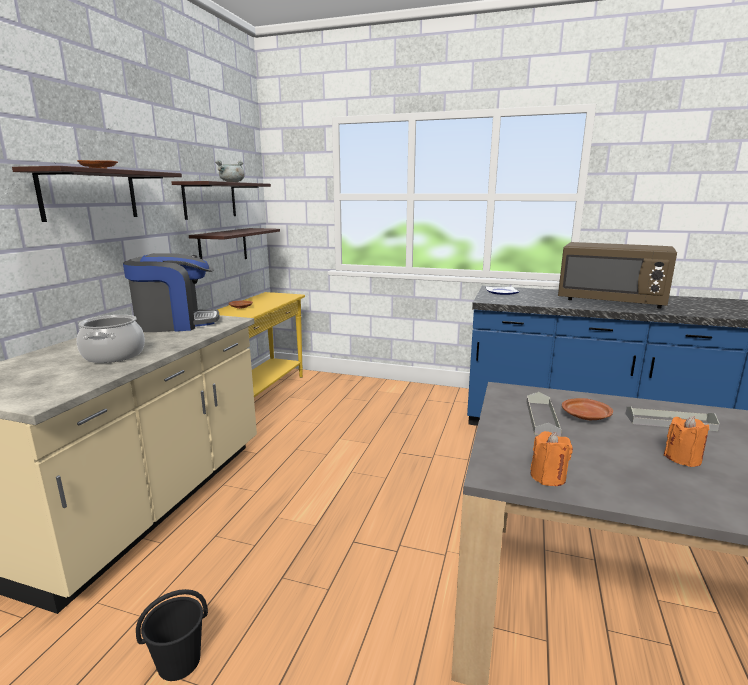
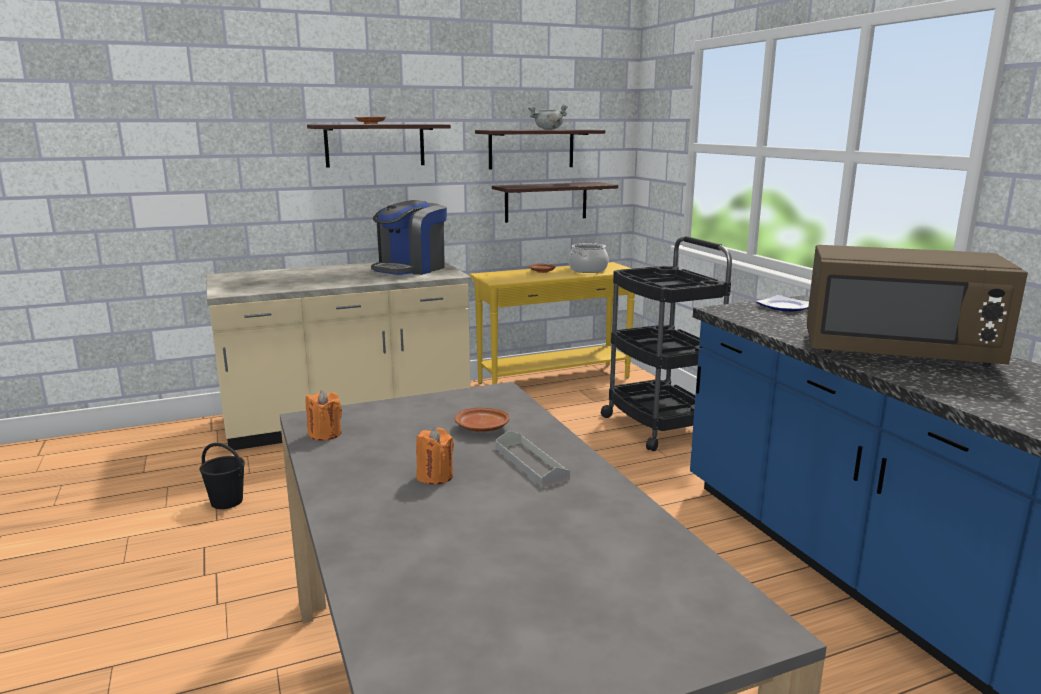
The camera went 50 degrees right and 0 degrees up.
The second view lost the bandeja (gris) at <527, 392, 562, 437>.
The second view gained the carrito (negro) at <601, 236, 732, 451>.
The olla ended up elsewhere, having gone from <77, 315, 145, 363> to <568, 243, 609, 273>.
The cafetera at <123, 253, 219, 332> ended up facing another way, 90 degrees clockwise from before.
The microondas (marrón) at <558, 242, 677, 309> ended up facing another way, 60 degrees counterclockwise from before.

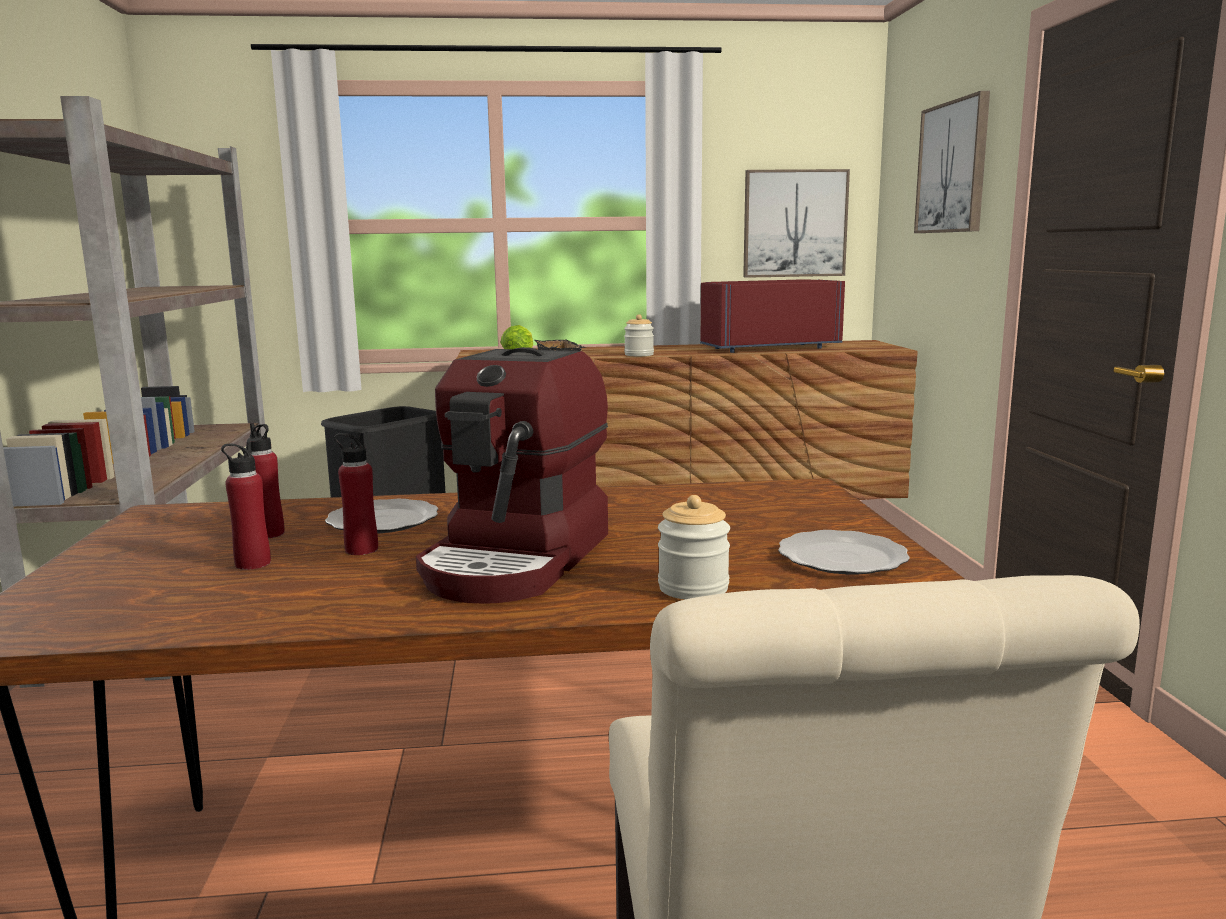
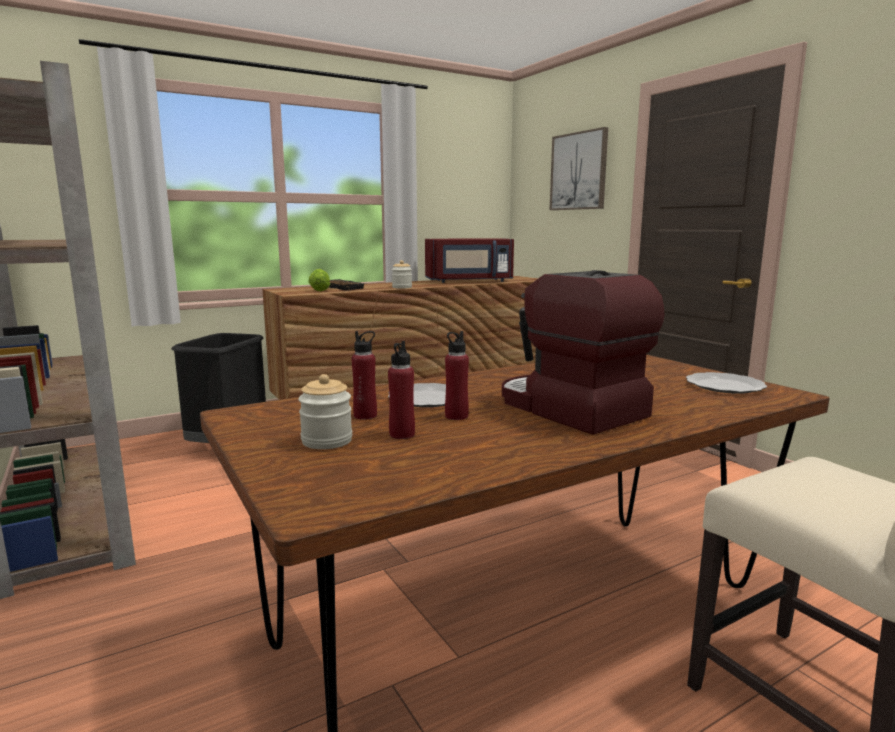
The camera went 25 degrees left and 0 degrees up.
The second view lost the cuadro at <743, 169, 850, 278>.
The tarro ended up elsewhere, having gone from <658, 495, 730, 600> to <298, 374, 352, 449>.
The cafetera at <416, 347, 608, 603> ended up facing another way, 150 degrees clockwise from before.
The microondas (rojo) at <700, 279, 845, 353> ended up facing another way, 150 degrees counterclockwise from before.

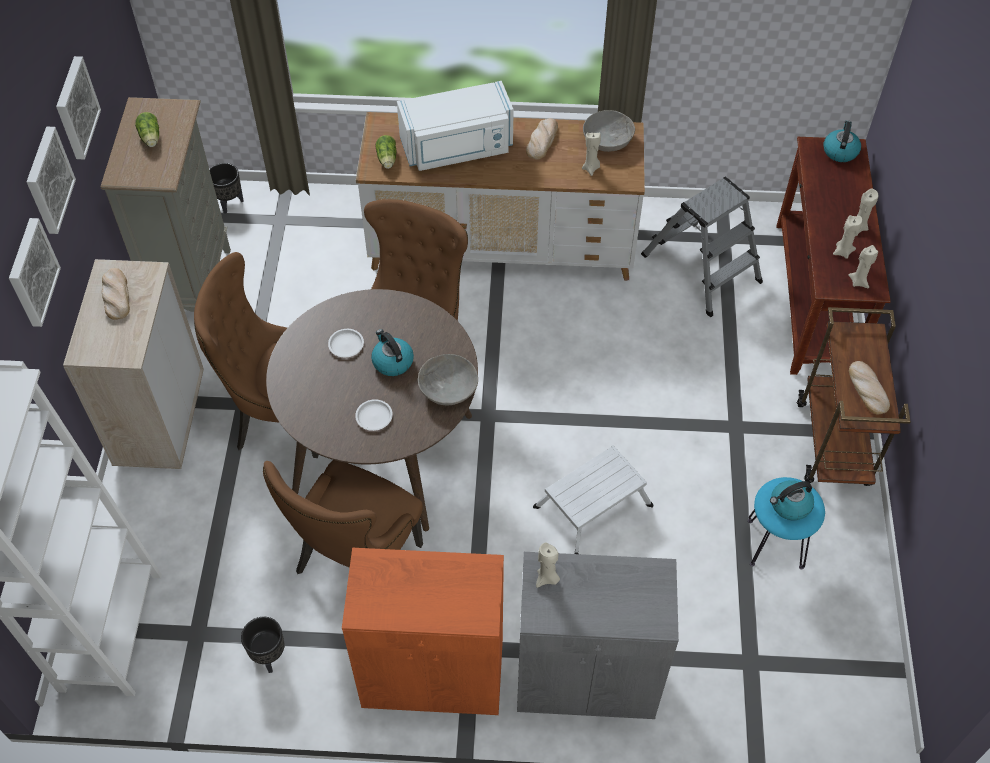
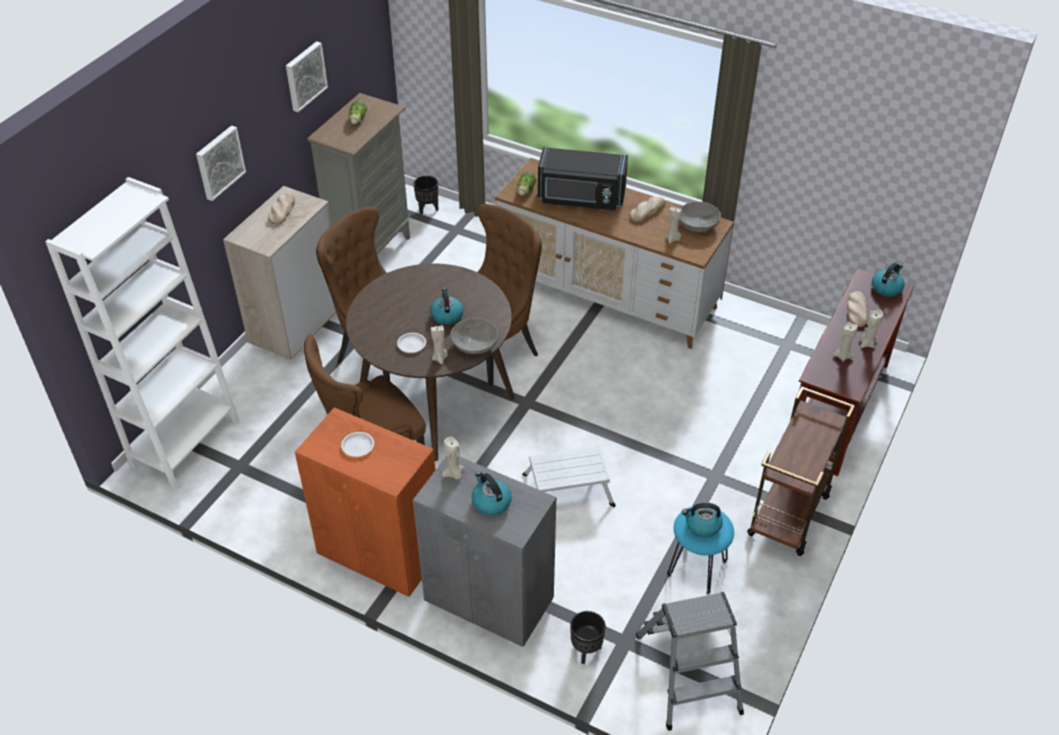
The camera went 25 degrees right and 10 degrees down.
The second view lost the cuadro at <27, 127, 76, 234>.
The second view gained the hervidor at <472, 471, 512, 516>.
The maceta (negro) ended up elsewhere, having gone from <241, 617, 285, 673> to <570, 611, 606, 664>.
The plato (blanco) ended up elsewhere, having gone from <328, 329, 364, 357> to <341, 432, 374, 457>.
The escalera de tijera (gris) ended up elsewhere, having gone from <641, 176, 763, 317> to <636, 592, 744, 731>.
The vela (beis) ended up elsewhere, having gone from <848, 245, 878, 288> to <431, 325, 448, 365>.
The pan ended up elsewhere, having gone from <849, 361, 890, 415> to <847, 291, 868, 327>.
What was the microondas (blanco) at <397, 81, 514, 171> turned into the microondas (negro) at <538, 147, 628, 210>.

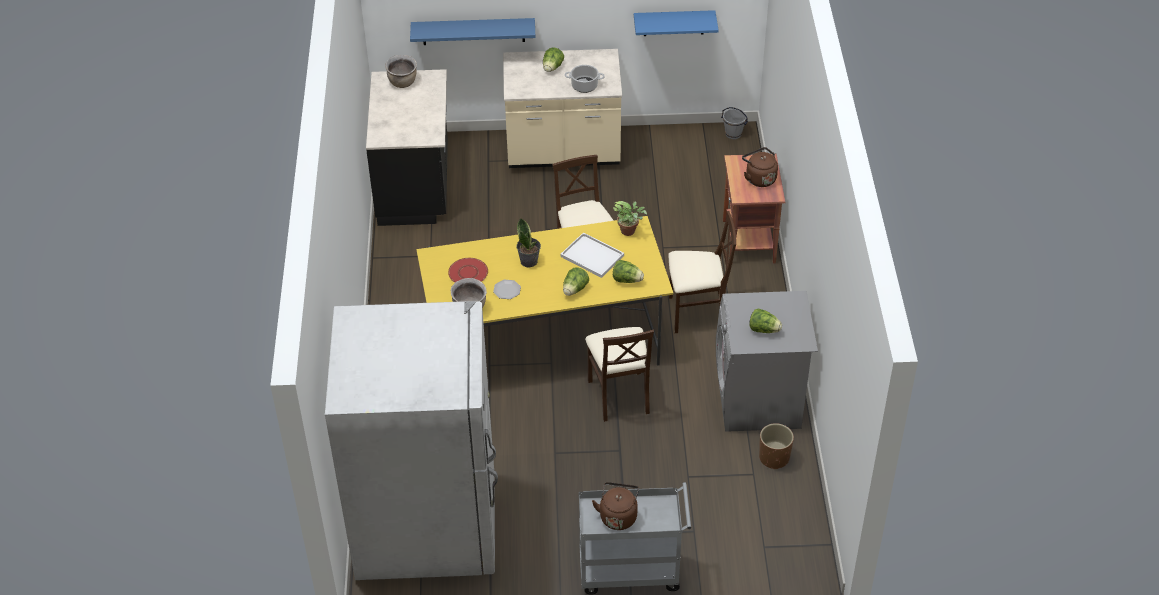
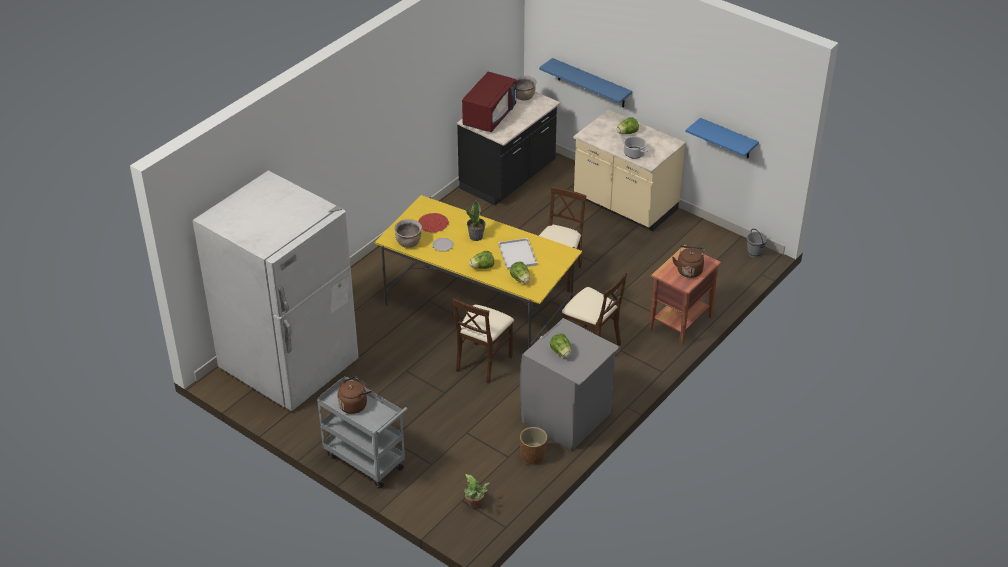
The camera went 40 degrees right and 5 degrees down.
The second view gained the microondas (rojo) at <462, 72, 516, 132>.
The planta en maceta ended up elsewhere, having gone from <613, 201, 647, 236> to <464, 474, 489, 508>.

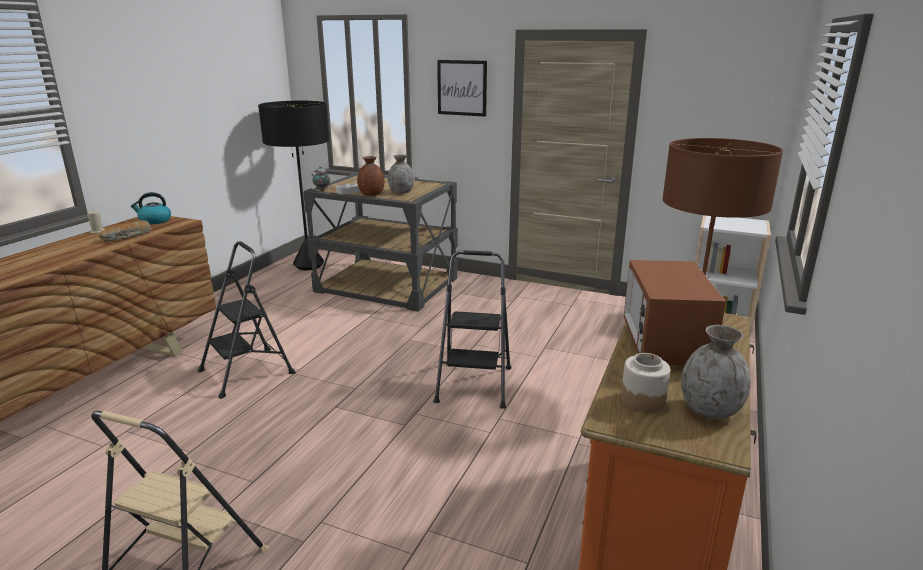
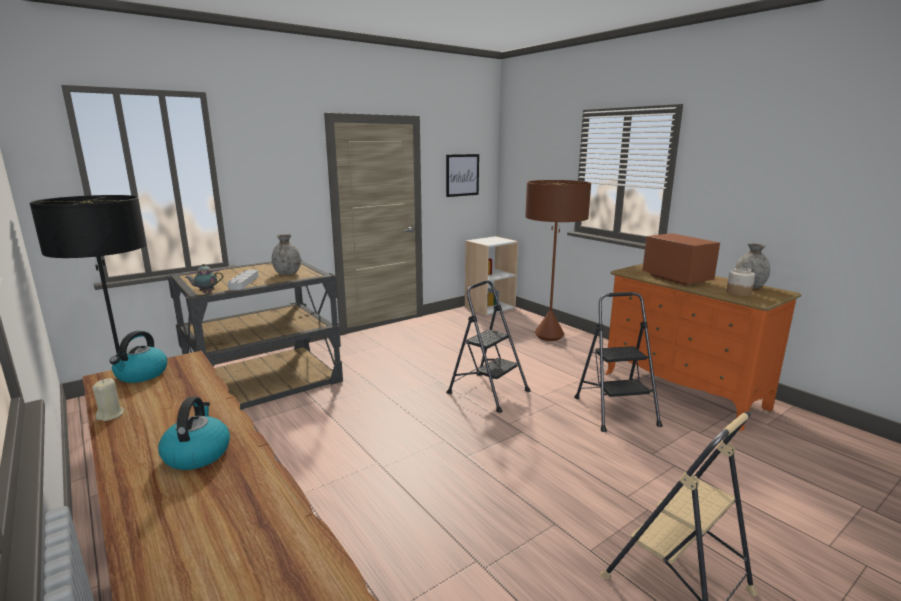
The camera went 60 degrees left and 5 degrees down.
The second view lost the pan at <99, 220, 151, 241>.
The second view lost the florero (marrón) at <357, 156, 384, 196>.
The second view gained the hervidor at <158, 397, 230, 470>.
The escalera de tijera (negro) ended up elsewhere, having gone from <197, 241, 296, 399> to <574, 292, 663, 432>.
The cuadro ended up elsewhere, having gone from <437, 60, 487, 117> to <446, 154, 479, 197>.
The microondas at <624, 260, 726, 366> ended up facing another way, 150 degrees counterclockwise from before.

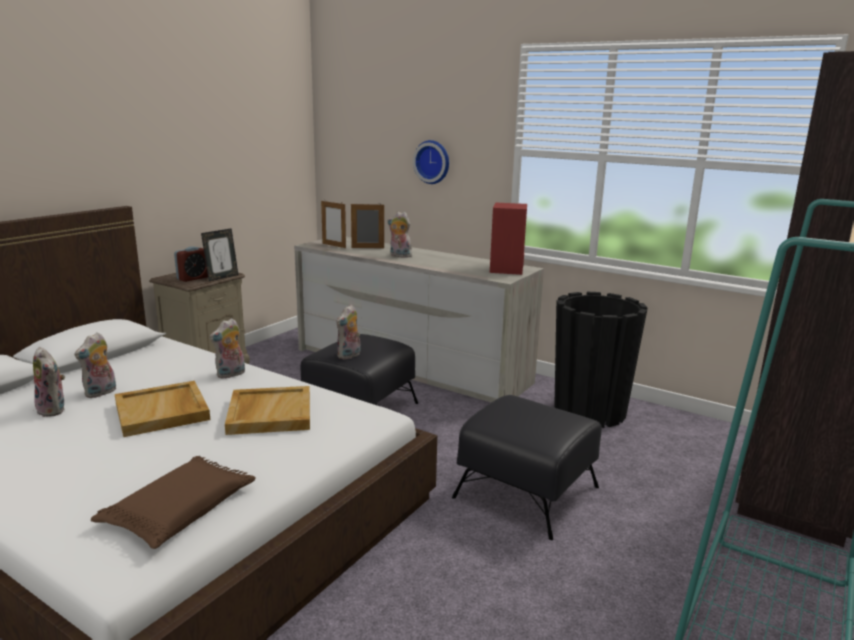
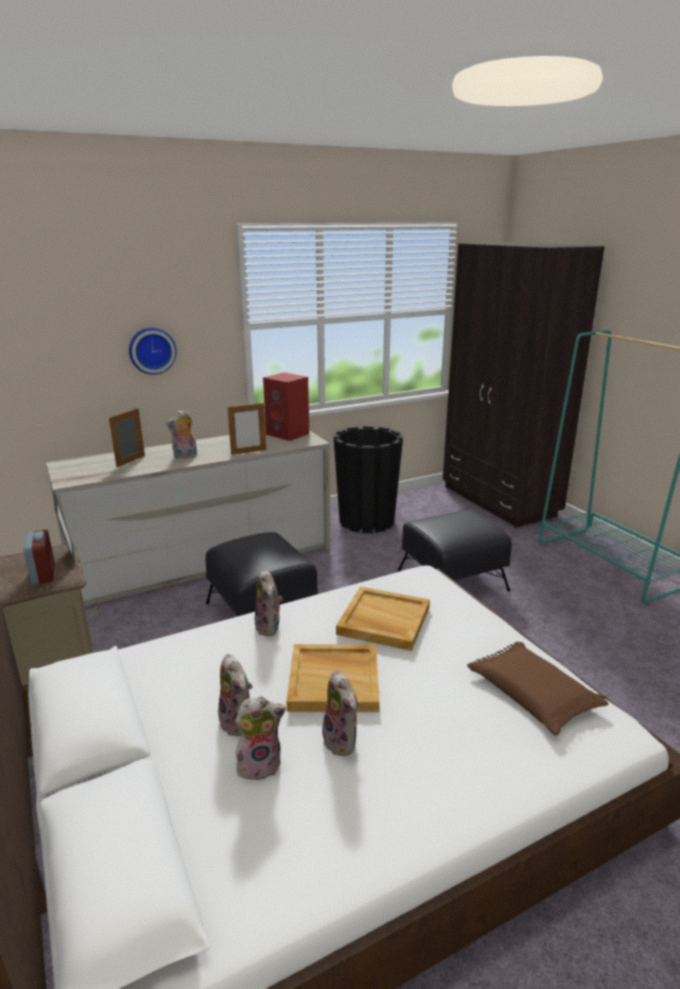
The camera went 60 degrees left and 5 degrees up.
The portarretratos ended up elsewhere, having gone from <321, 201, 346, 248> to <227, 403, 266, 455>.
The peluche ended up elsewhere, having gone from <337, 305, 361, 360> to <320, 670, 359, 756>.

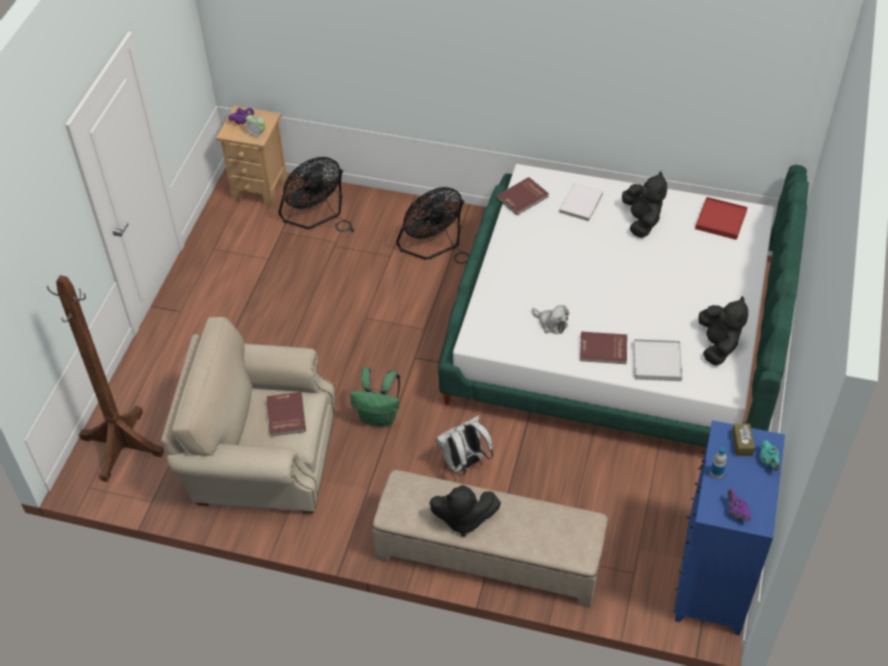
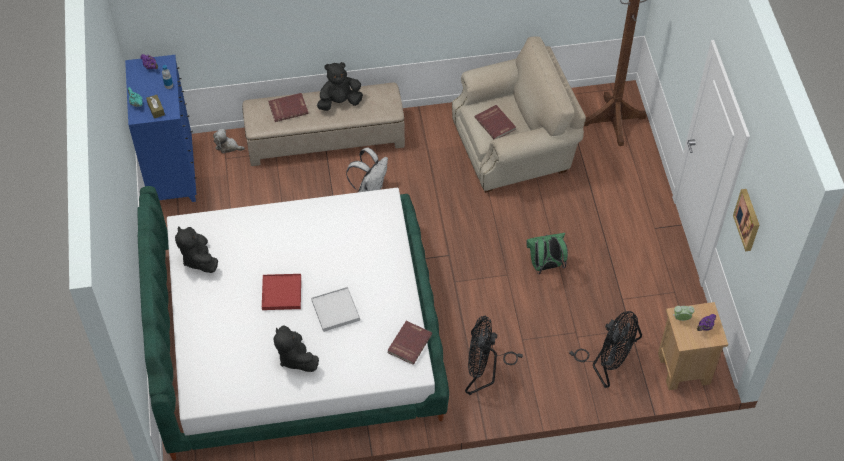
The camera went 155 degrees right and 5 degrees up.
The second view lost the libro (blanco) at <559, 183, 603, 222>.
The second view gained the cuadro at <733, 189, 759, 251>.
The mochila (verde) ended up elsewhere, having gone from <350, 367, 400, 427> to <526, 233, 568, 274>.
The peluche ended up elsewhere, having gone from <532, 305, 570, 334> to <213, 129, 245, 153>.
The libro (rojo) ended up elsewhere, having gone from <580, 331, 627, 364> to <268, 93, 309, 122>.
The bandeja (blanco) ended up elsewhere, having gone from <633, 339, 683, 381> to <311, 287, 360, 332>.
The bandeja (rojo) ended up elsewhere, having gone from <695, 197, 748, 240> to <262, 274, 301, 310>.
The ventilador (negro) at <396, 187, 469, 264> ended up facing another way, 150 degrees clockwise from before.

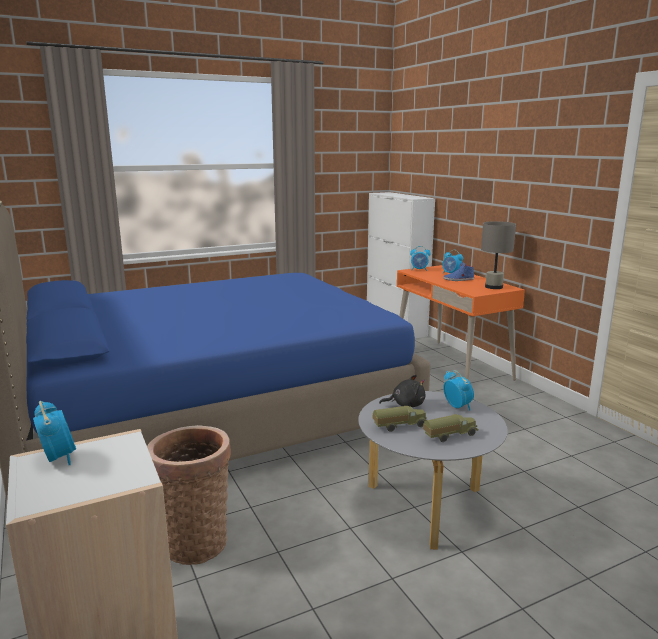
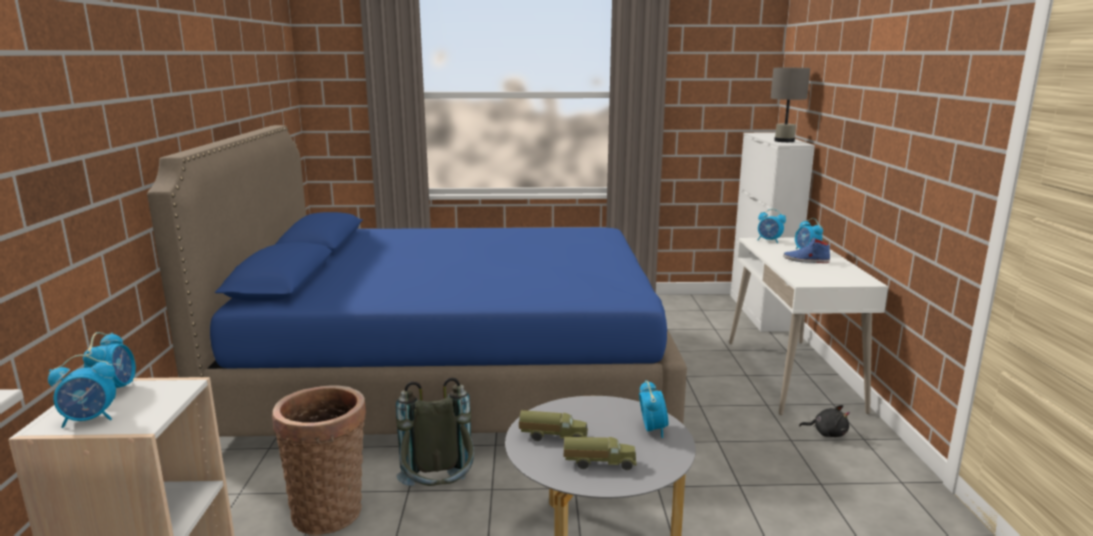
The camera went 25 degrees right and 0 degrees up.
The second view gained the despertador at <48, 355, 116, 428>.
The second view gained the mochila (gris) at <396, 377, 474, 486>.
The peluche (negro) ended up elsewhere, having gone from <379, 375, 426, 407> to <799, 405, 850, 437>.
The lámpara de mesa (gris) ended up elsewhere, having gone from <481, 221, 516, 289> to <771, 68, 810, 142>.
What was the escritorio (naranja) at <397, 265, 525, 381> turned into the escritorio (blanco) at <729, 238, 888, 415>.

